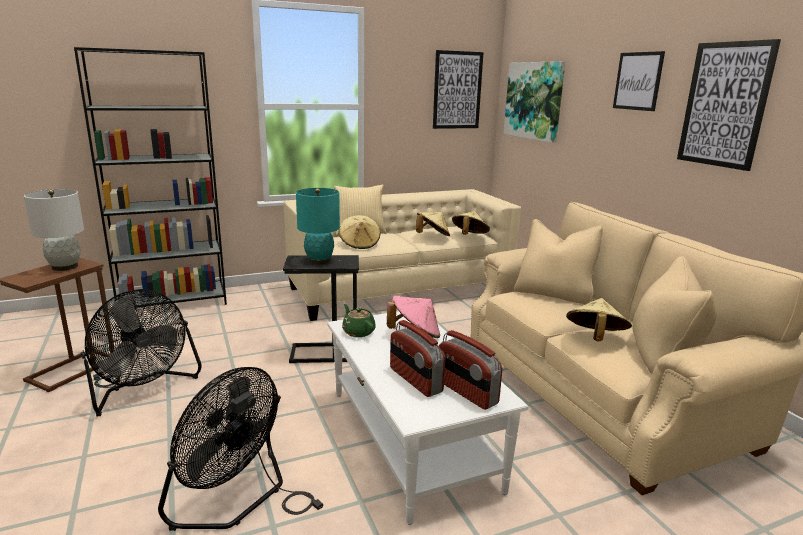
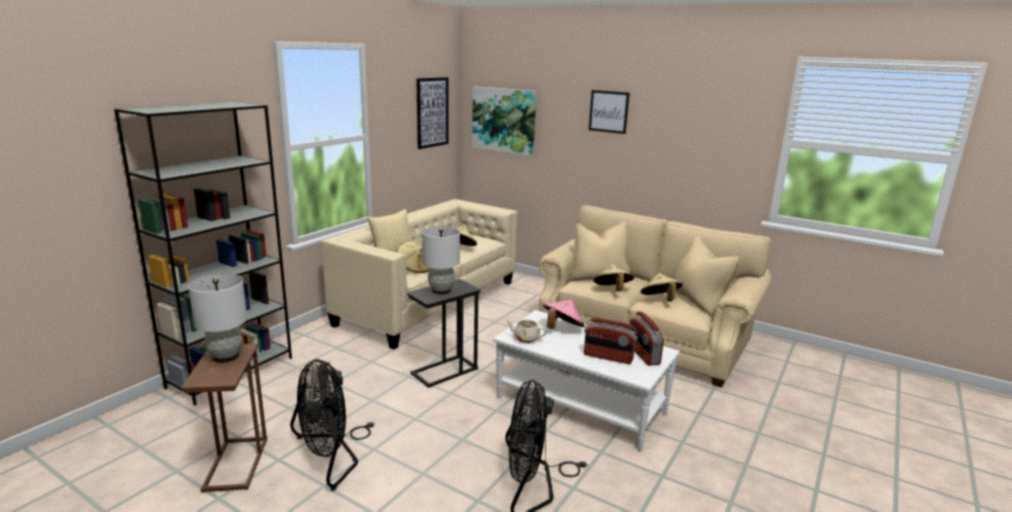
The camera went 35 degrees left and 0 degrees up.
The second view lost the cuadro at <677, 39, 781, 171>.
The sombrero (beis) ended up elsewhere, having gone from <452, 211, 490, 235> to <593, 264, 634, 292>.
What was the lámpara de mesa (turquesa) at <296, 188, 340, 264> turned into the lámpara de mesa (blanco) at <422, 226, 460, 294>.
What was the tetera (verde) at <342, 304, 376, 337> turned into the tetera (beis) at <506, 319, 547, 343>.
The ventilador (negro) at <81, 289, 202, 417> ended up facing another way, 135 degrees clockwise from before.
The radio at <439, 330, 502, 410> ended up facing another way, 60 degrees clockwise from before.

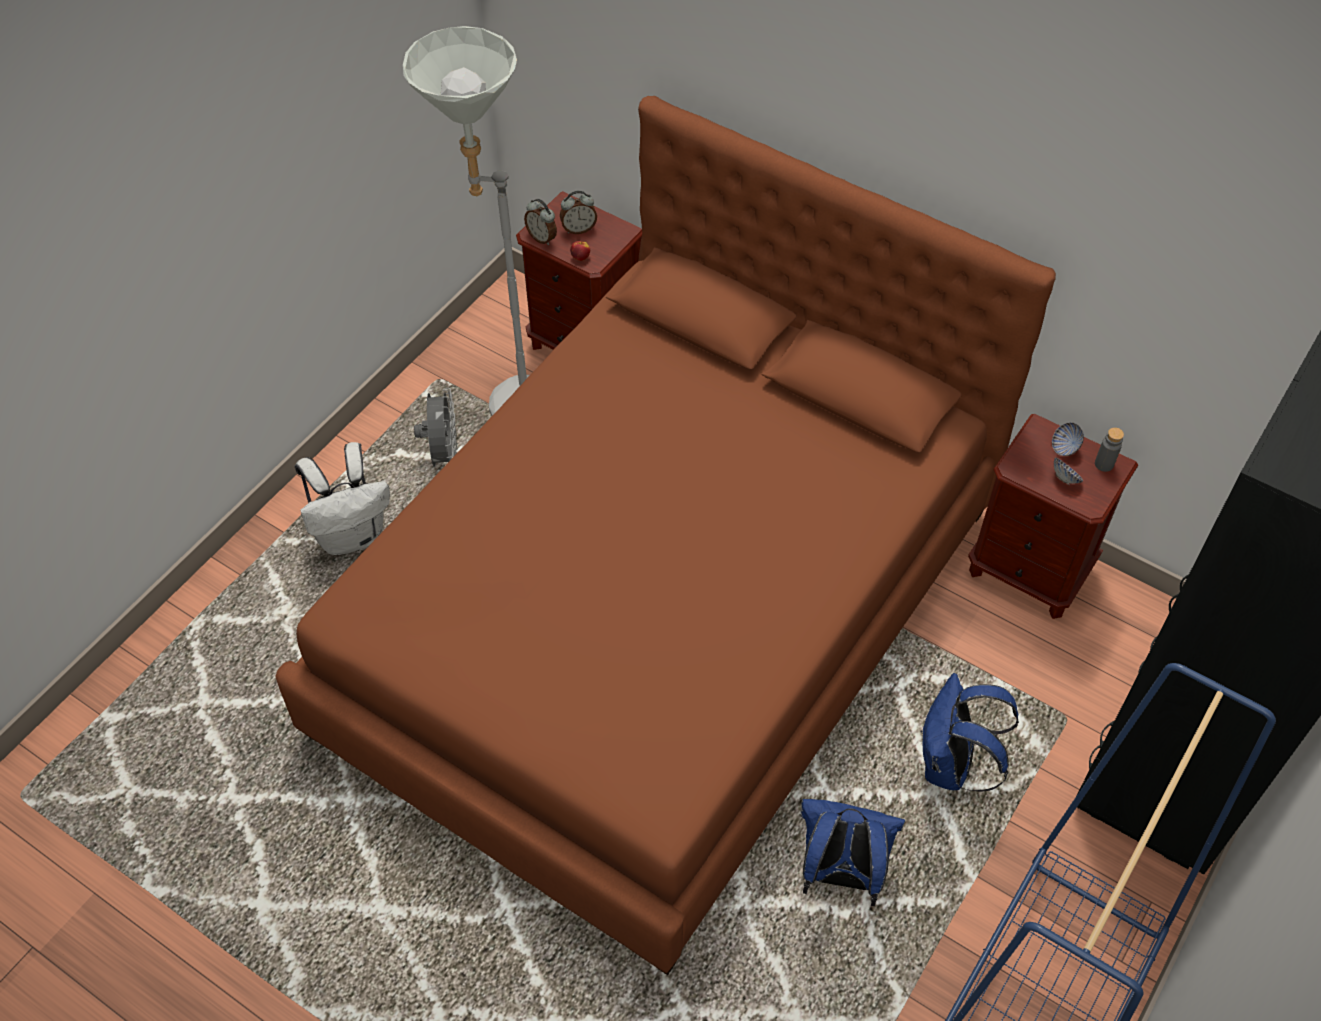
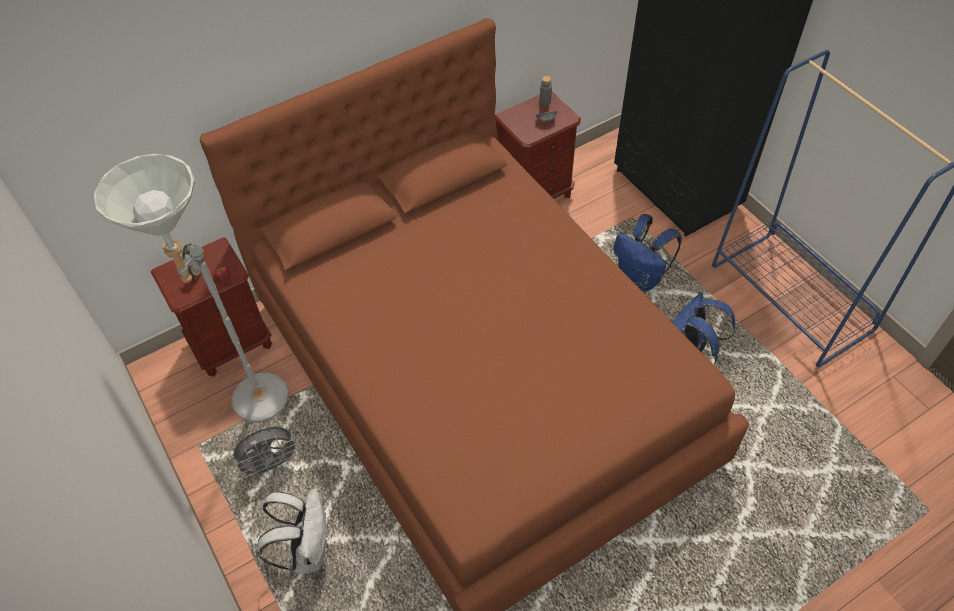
The camera went 65 degrees left and 0 degrees up.
The second view lost the despertador at <524, 199, 557, 245>.
The second view lost the cuenco at <1052, 422, 1084, 456>.
The ventilador (gris) at <414, 388, 457, 467> ended up facing another way, 135 degrees clockwise from before.

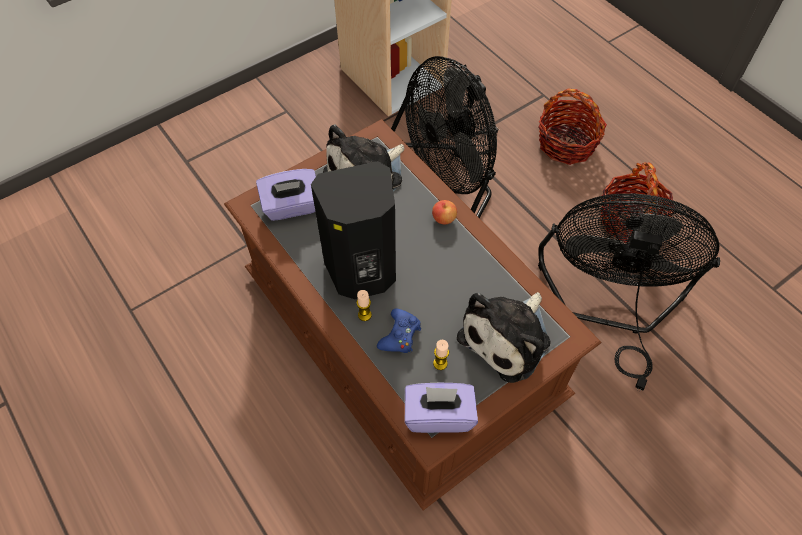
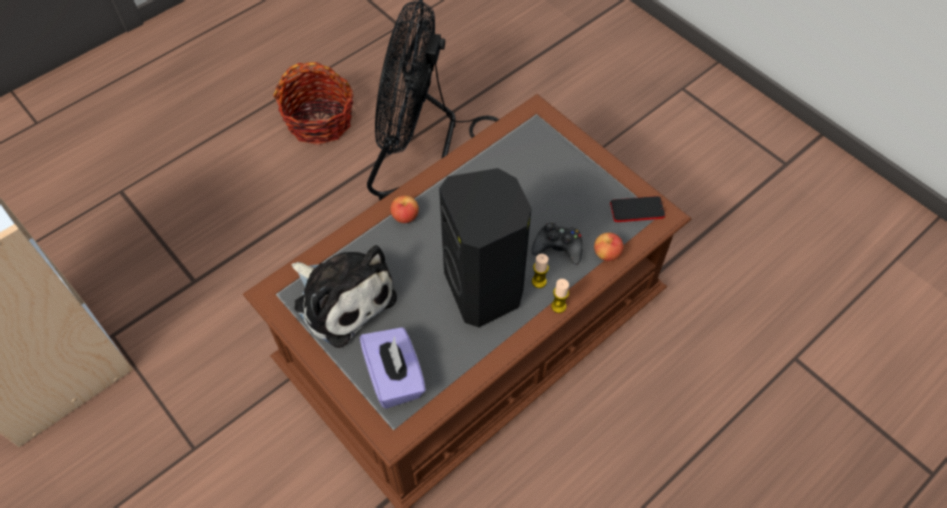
The camera went 95 degrees left and 0 degrees up.
The second view lost the ventilador (negro) at <391, 56, 500, 218>.
The second view lost the peluche at <457, 292, 551, 383>.
The second view lost the cesta at <538, 88, 607, 165>.
The second view gained the manzana at <594, 233, 624, 261>.
The vela ended up elsewhere, having gone from <433, 340, 449, 370> to <551, 279, 569, 313>.
Where the caja de pañuelos (morado) stood at <405, 383, 478, 433>, the móvil came to stand at <610, 196, 665, 222>.
What was the mando de consola (azul) at <377, 308, 421, 353> turned into the mando de consola (negro) at <532, 223, 583, 265>.

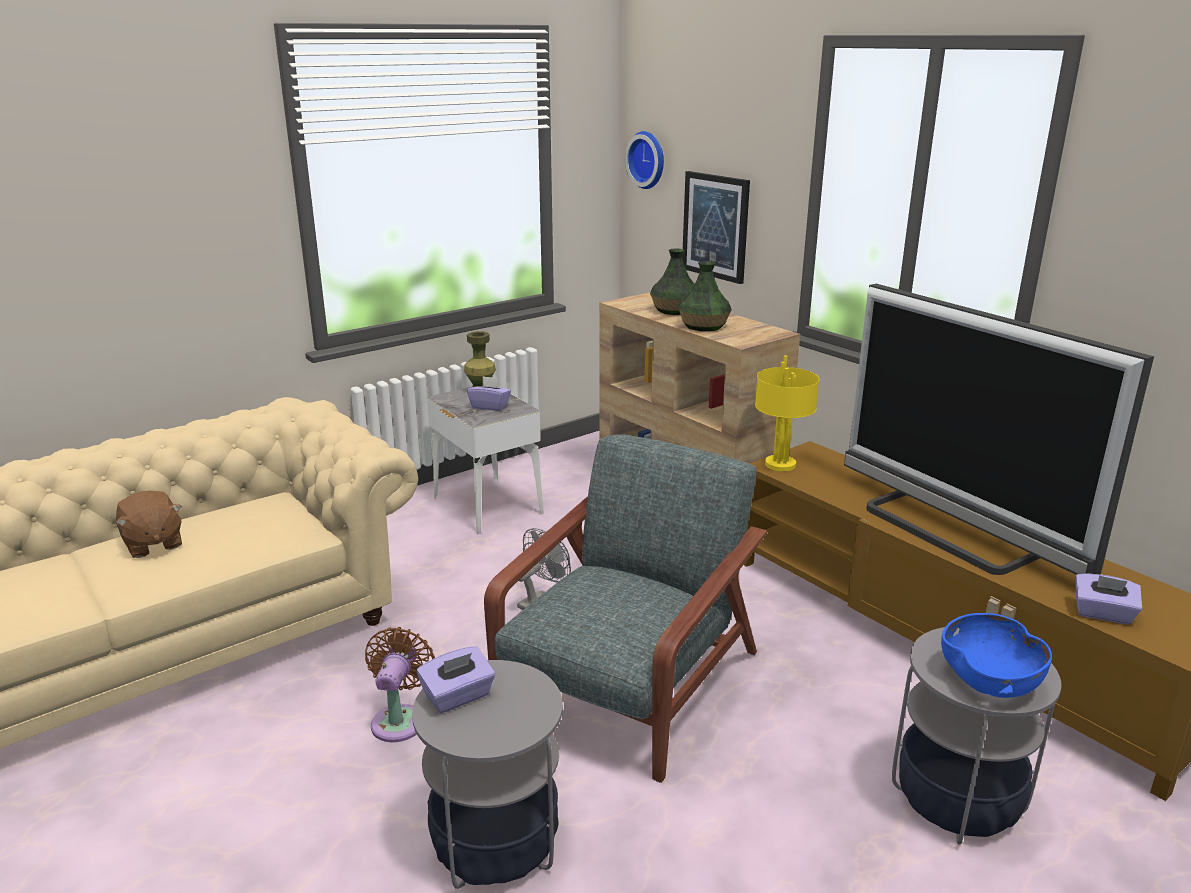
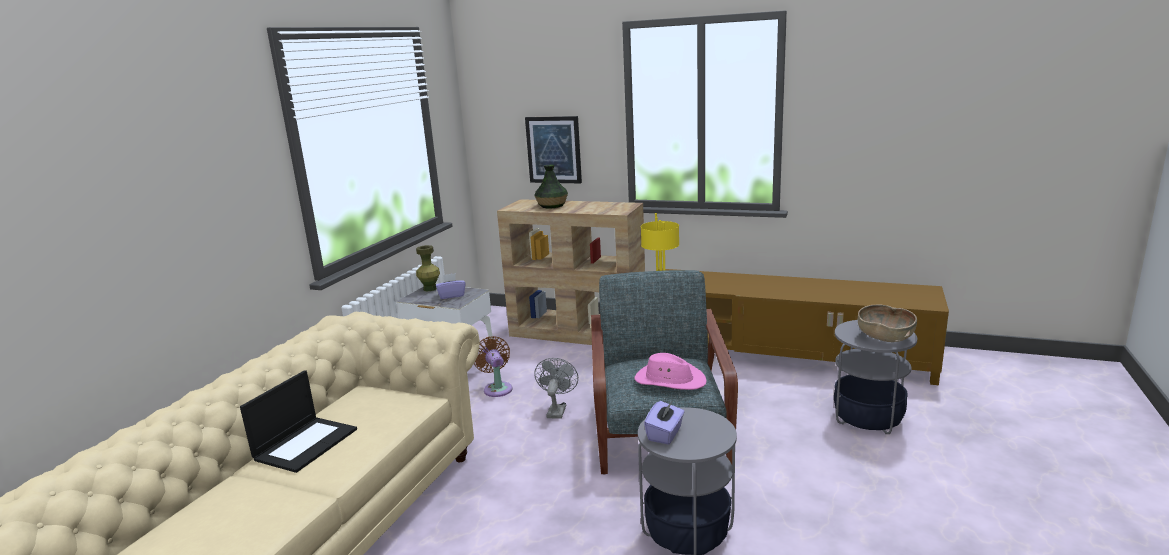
The camera went 30 degrees left and 5 degrees down.
The second view lost the reloj de pared at <625, 131, 664, 189>.
The second view lost the florero at <678, 261, 732, 331>.
The second view lost the televisor at <844, 284, 1154, 575>.
The second view lost the caja de pañuelos (morado) at <1075, 573, 1142, 625>.
The second view gained the sombrero (rosa) at <634, 353, 707, 390>.
The ventilador (marrón) ended up elsewhere, having gone from <365, 627, 435, 742> to <474, 336, 513, 397>.
Where the peluche (marrón) stood at <116, 491, 182, 558>, the portátil came to stand at <240, 370, 357, 473>.
What was the cuenco (azul) at <941, 613, 1052, 698> turned into the cuenco (marrón) at <858, 305, 917, 342>.

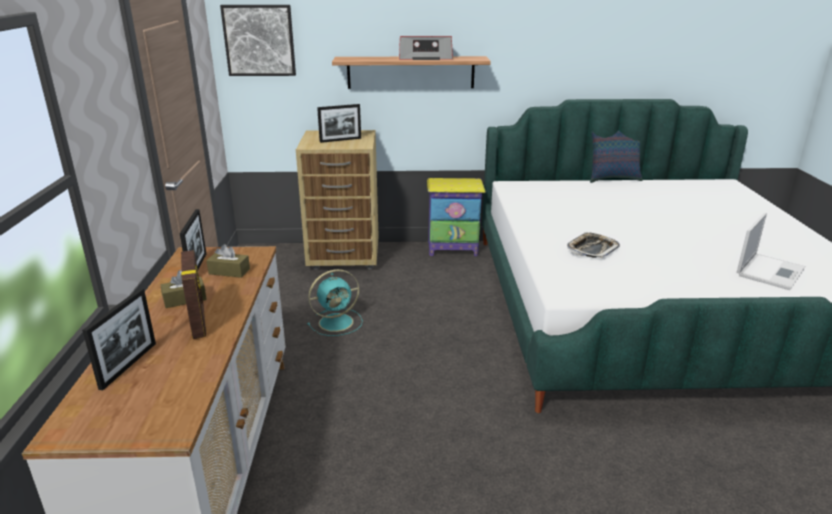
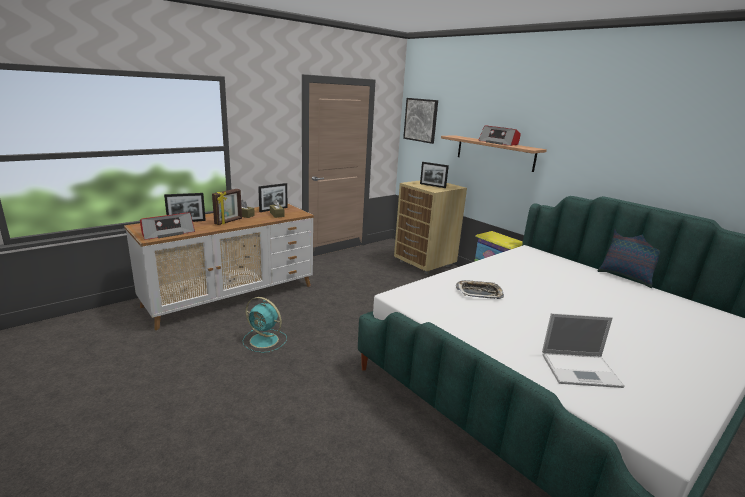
The camera went 50 degrees right and 5 degrees down.
The second view gained the radio at <140, 212, 195, 240>.
The ventilador (turquesa) ended up elsewhere, having gone from <307, 269, 363, 336> to <243, 297, 287, 353>.

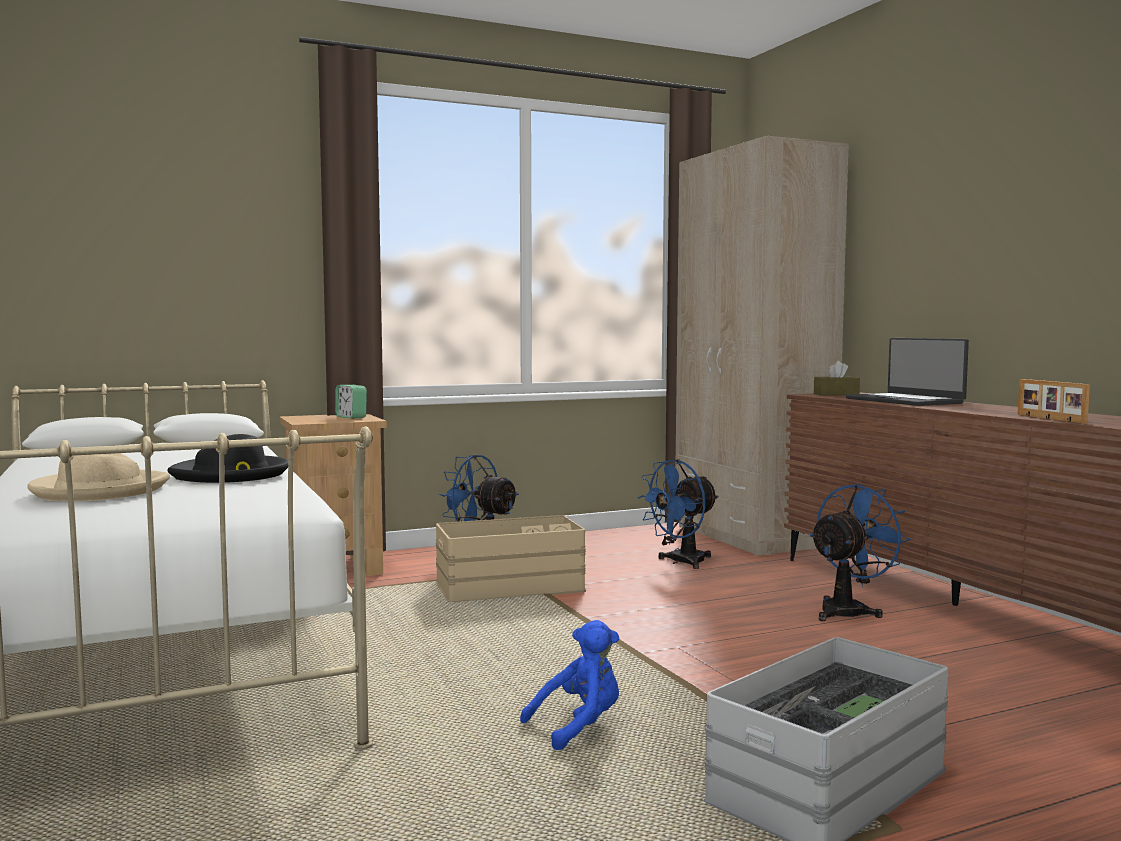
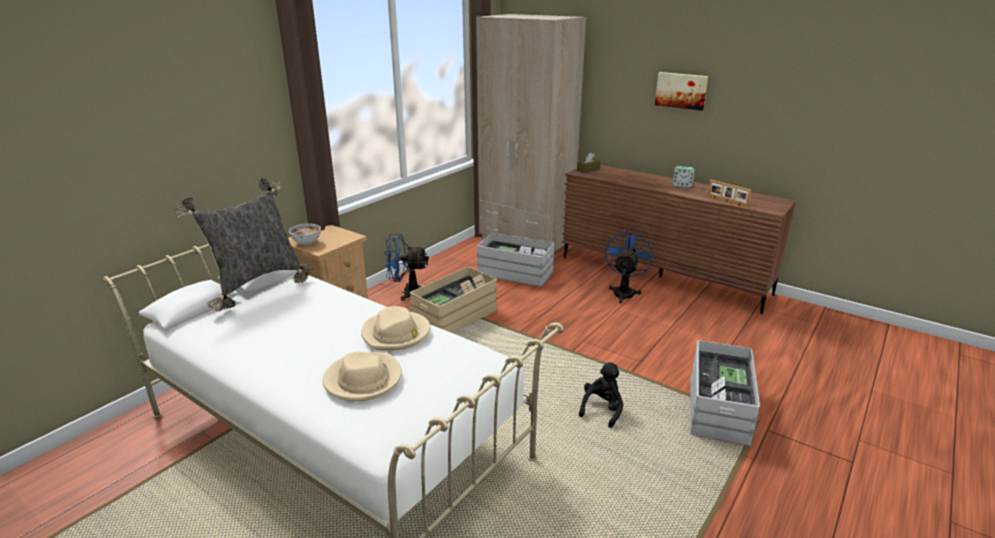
The camera went 30 degrees left and 20 degrees up.
The second view lost the portátil at <846, 338, 969, 406>.
The second view gained the cojín at <174, 178, 313, 312>.
The second view gained the cuenco at <289, 224, 321, 245>.
The second view gained the cuadro at <655, 72, 708, 111>.
The despertador ended up elsewhere, having gone from <335, 385, 367, 419> to <672, 166, 695, 188>.
Where the ventilador (azul) stood at <637, 459, 719, 569>, the caja de almacenaje (gris) came to stand at <477, 233, 554, 287>.
What was the sombrero (negro) at <168, 434, 288, 483> turned into the sombrero (beis) at <361, 306, 430, 351>.
What was the peluche (azul) at <520, 620, 619, 750> turned into the peluche (negro) at <579, 362, 623, 428>.

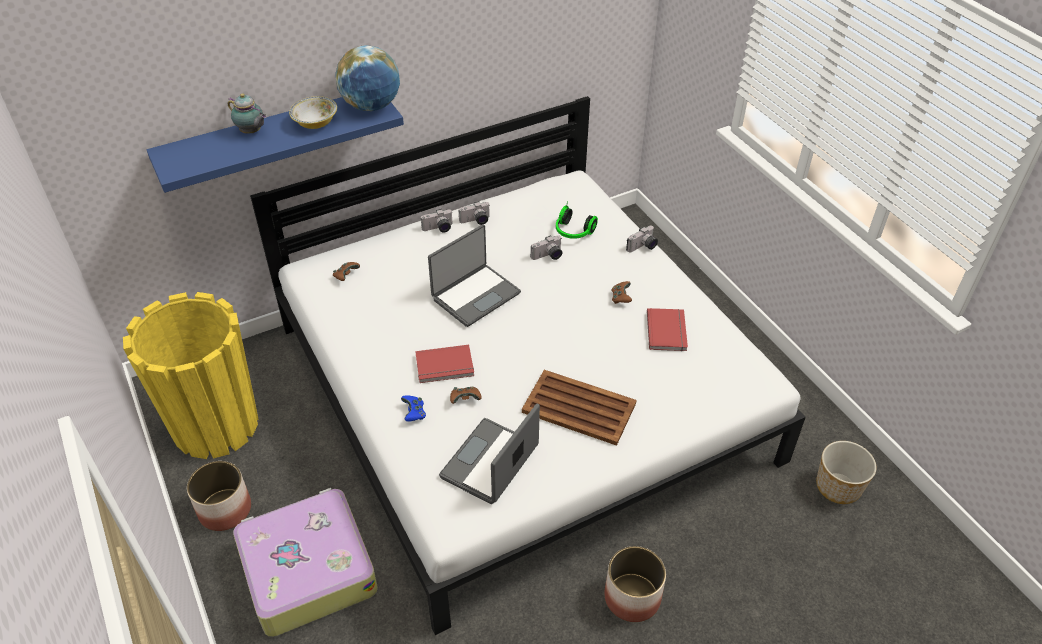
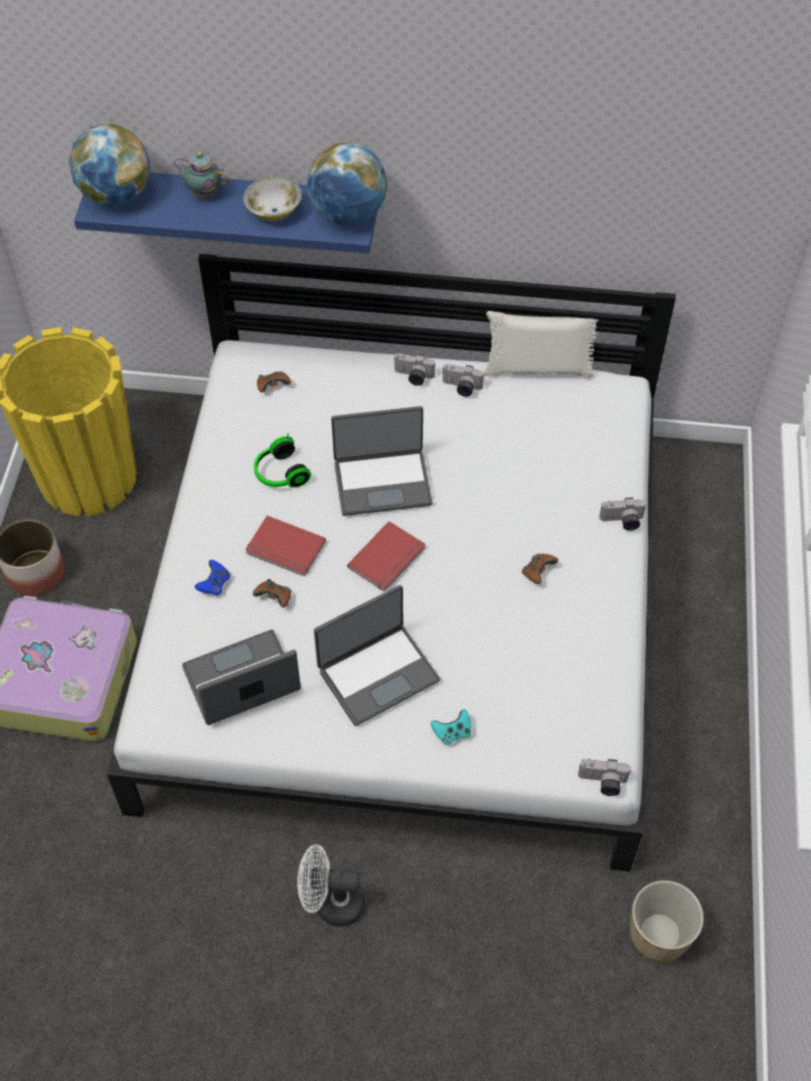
The camera went 35 degrees right and 10 degrees up.
The second view gained the globo terráqueo at <69, 124, 150, 206>.
The second view gained the mando de consola (turquesa) at <431, 709, 471, 745>.
The second view gained the cojín (blanco) at <484, 311, 598, 379>.
The cámara ended up elsewhere, having gone from <531, 235, 563, 260> to <578, 759, 632, 796>.
The auriculares ended up elsewhere, having gone from <556, 202, 598, 239> to <254, 433, 311, 488>.
The libro (rojo) ended up elsewhere, having gone from <647, 308, 688, 351> to <347, 521, 425, 592>.
Where the bandeja (marrón) stood at <522, 370, 637, 446>, the portátil came to stand at <314, 585, 440, 726>.
Where the maceta stood at <604, 546, 666, 622>, the ventilador (blanco) came to stand at <297, 845, 365, 926>.
The tetera at <228, 93, 267, 134> ended up facing another way, 135 degrees clockwise from before.

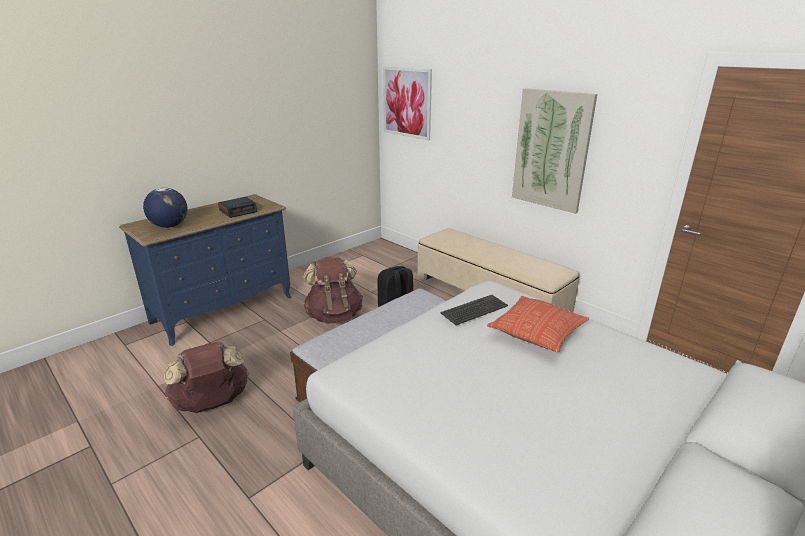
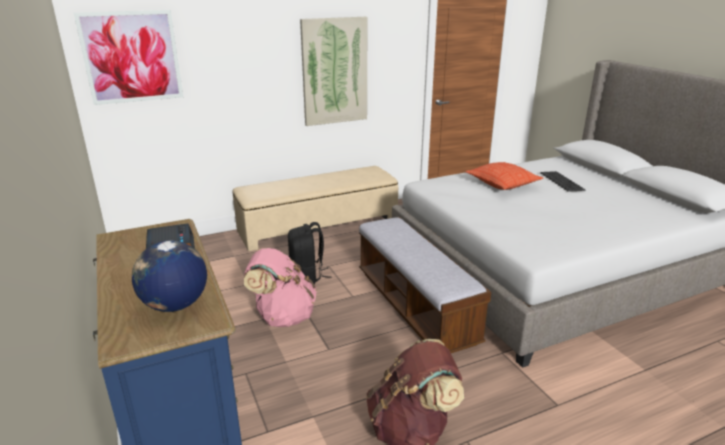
The camera went 70 degrees left and 0 degrees up.
The teclado ended up elsewhere, having gone from <441, 295, 508, 325> to <540, 171, 585, 192>.
What was the mochila (marrón) at <303, 258, 363, 324> turned into the mochila (rosa) at <244, 248, 317, 327>.

